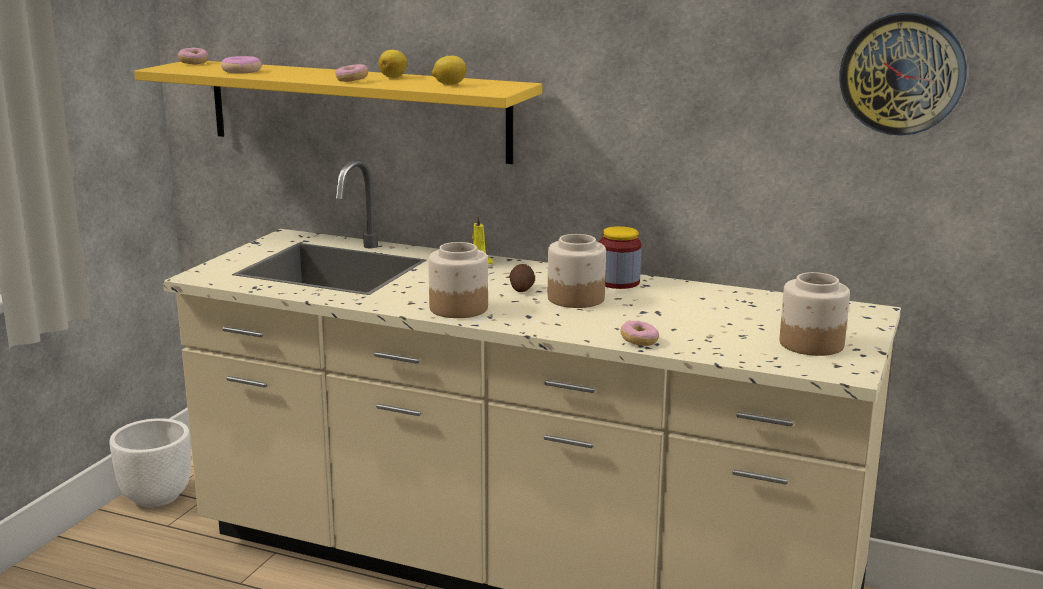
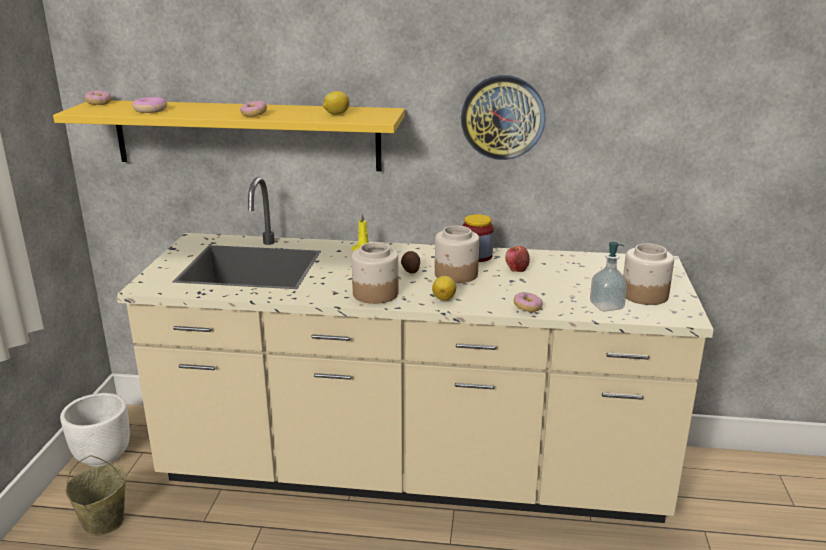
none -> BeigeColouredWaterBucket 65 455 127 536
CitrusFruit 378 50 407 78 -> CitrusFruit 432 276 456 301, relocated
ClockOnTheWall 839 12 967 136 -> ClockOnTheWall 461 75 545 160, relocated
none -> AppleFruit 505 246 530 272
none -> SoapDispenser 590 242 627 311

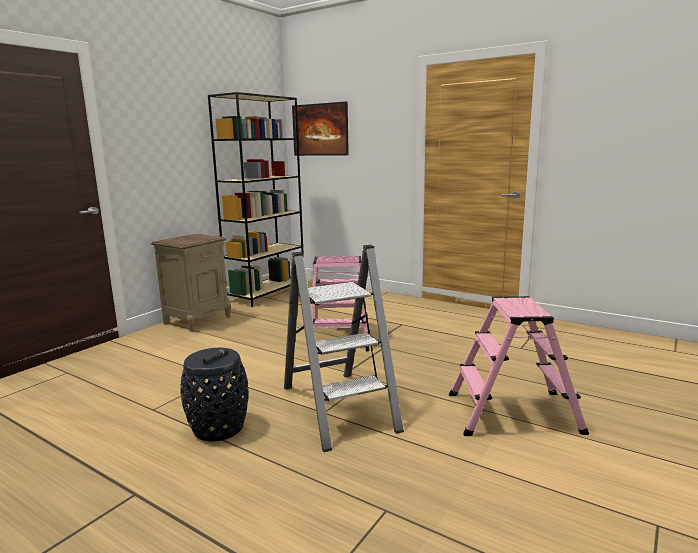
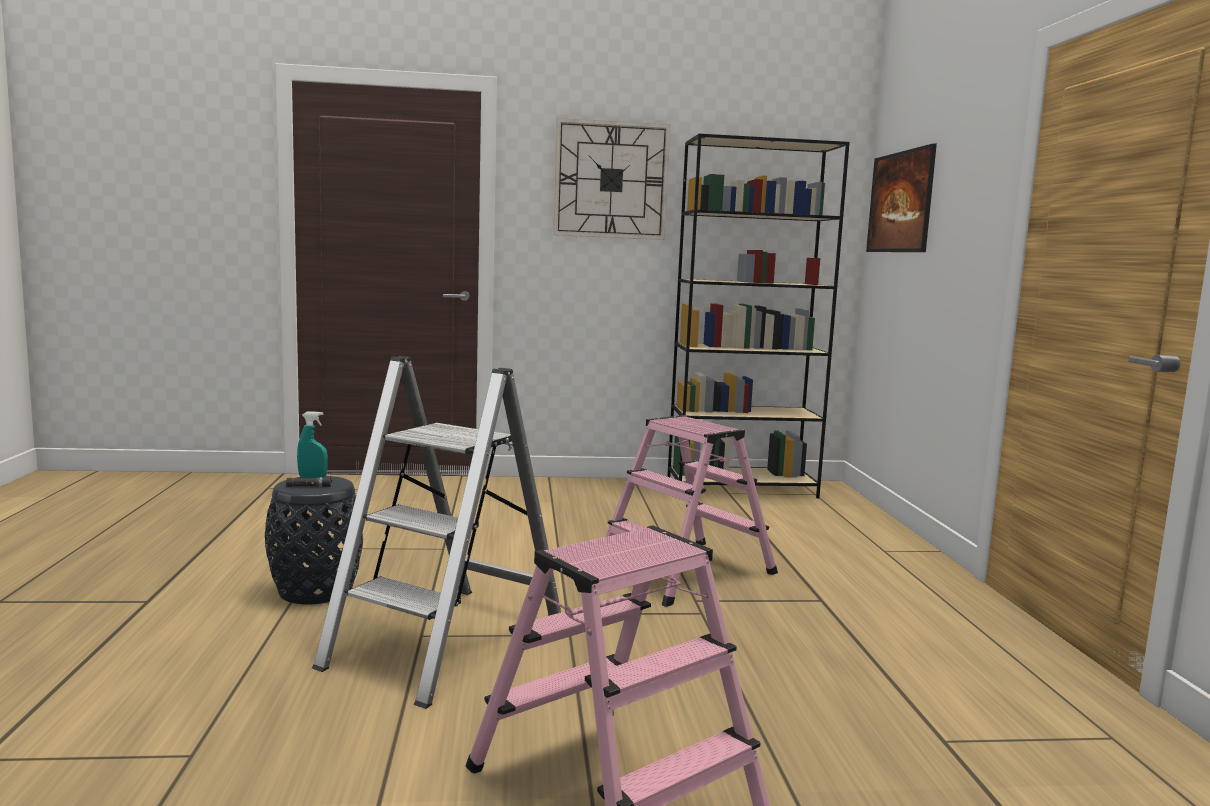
none -> TurquoiseSprayBottle 297 412 328 478
none -> ClockOnTheWall 553 118 671 240
BeigeColouredNightstand 151 233 231 332 -> none

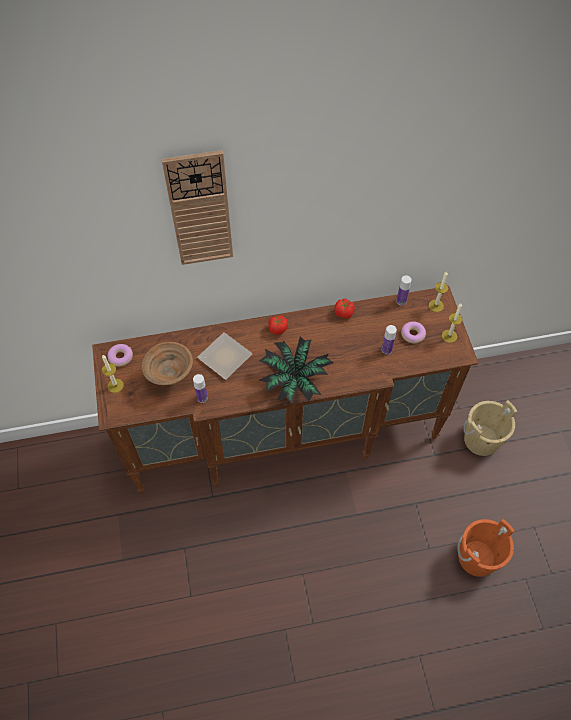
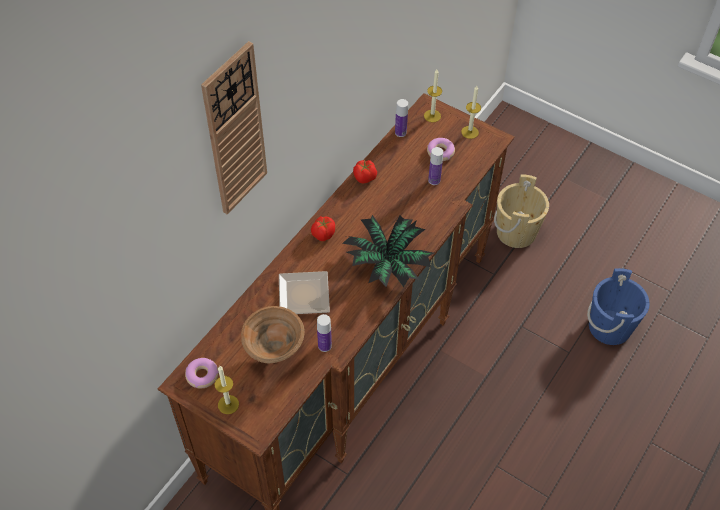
OrangeWaterBucket 458 519 515 577 -> BlueColouredWaterBucket 587 268 649 345

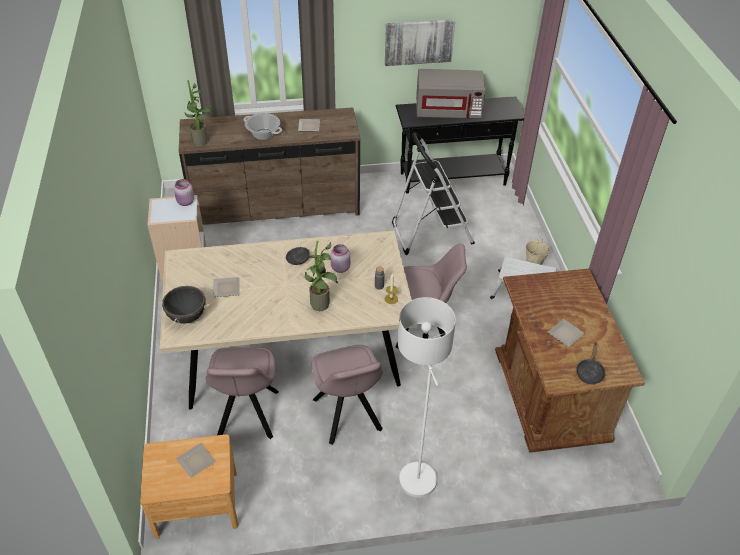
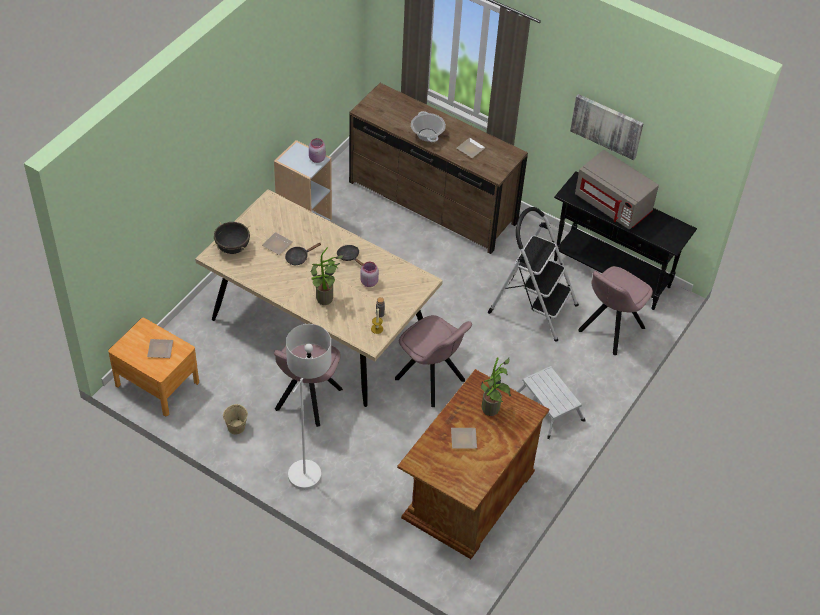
BeigeColouredWaterBucket 526 237 549 265 -> BeigeColouredWaterBucket 223 404 248 435, relocated
BlackFryingPan 576 343 605 384 -> BlackFryingPan 285 243 321 265, relocated
Houseplant 185 80 213 147 -> Houseplant 481 357 511 416, relocated
PinkColouredUprightChair 205 347 279 439 -> PinkColouredUprightChair 578 266 653 355, relocated

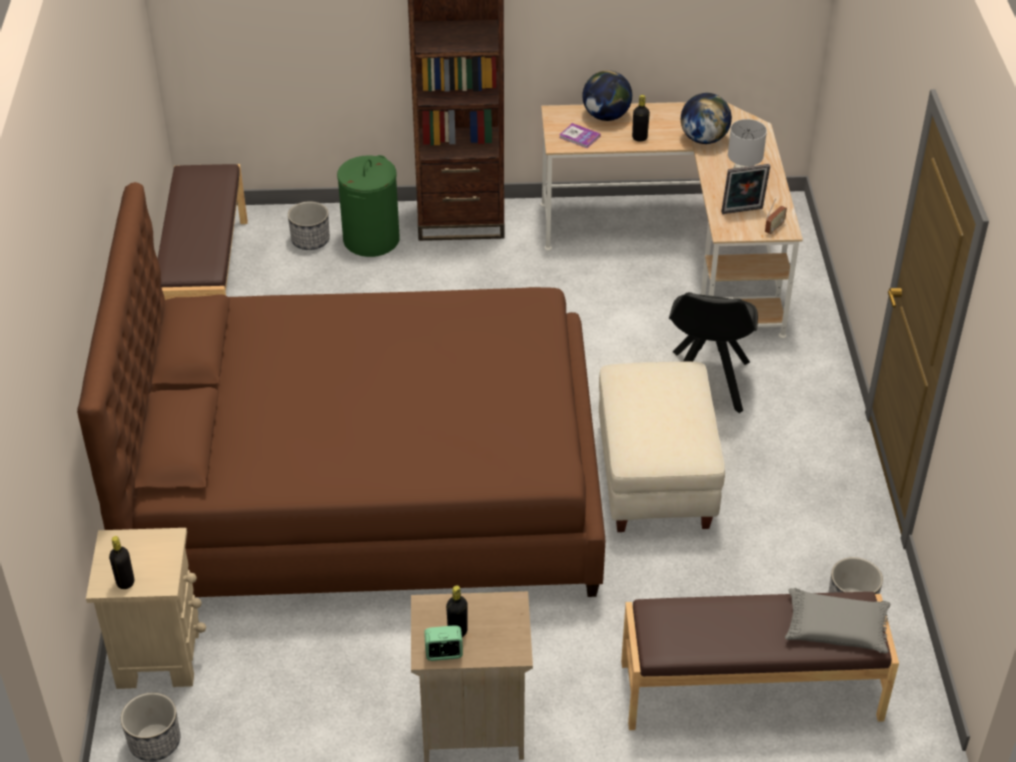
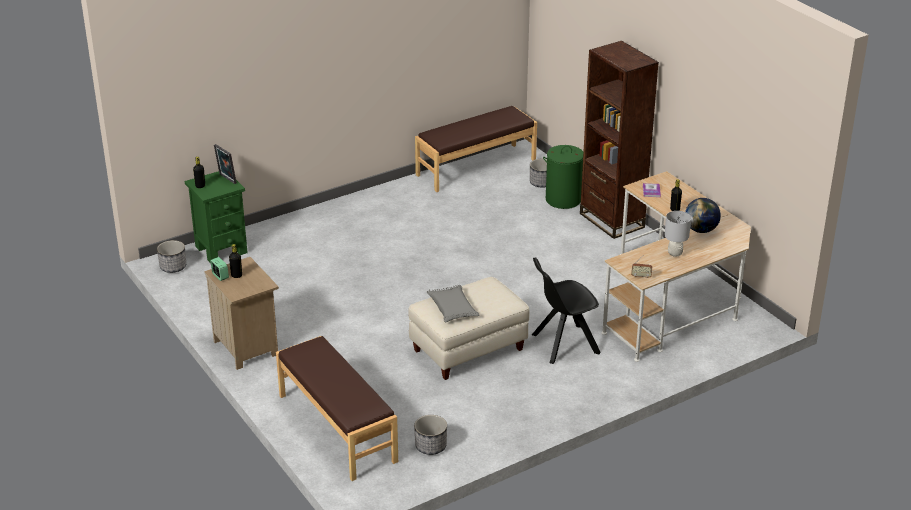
BeigeColouredNightstand 86 528 206 689 -> GreenishNightstand 184 171 248 263
PhotoFrame 721 164 770 214 -> PhotoFrame 214 144 237 184, relocated
GreyPillow 785 588 890 653 -> GreyPillow 427 285 479 323, relocated
BrownishBed 77 182 605 597 -> none
Globe 582 70 632 121 -> none

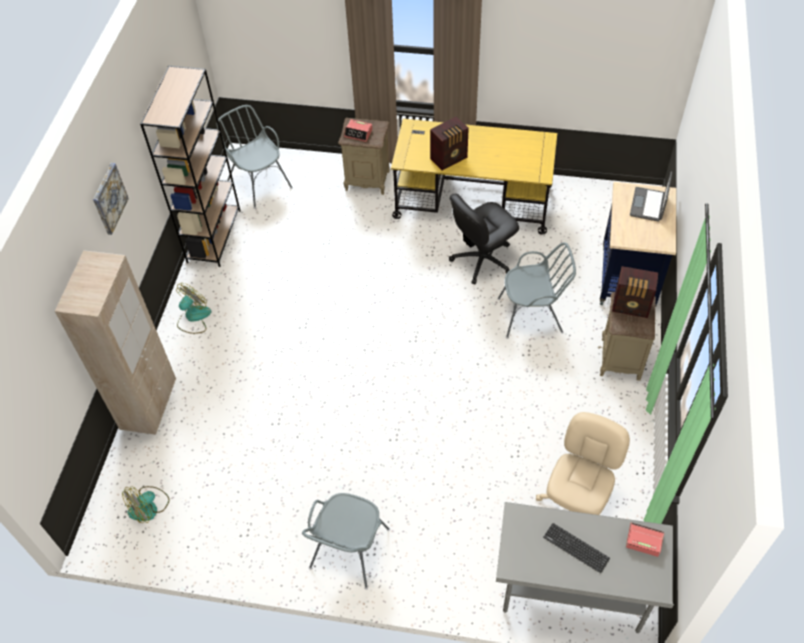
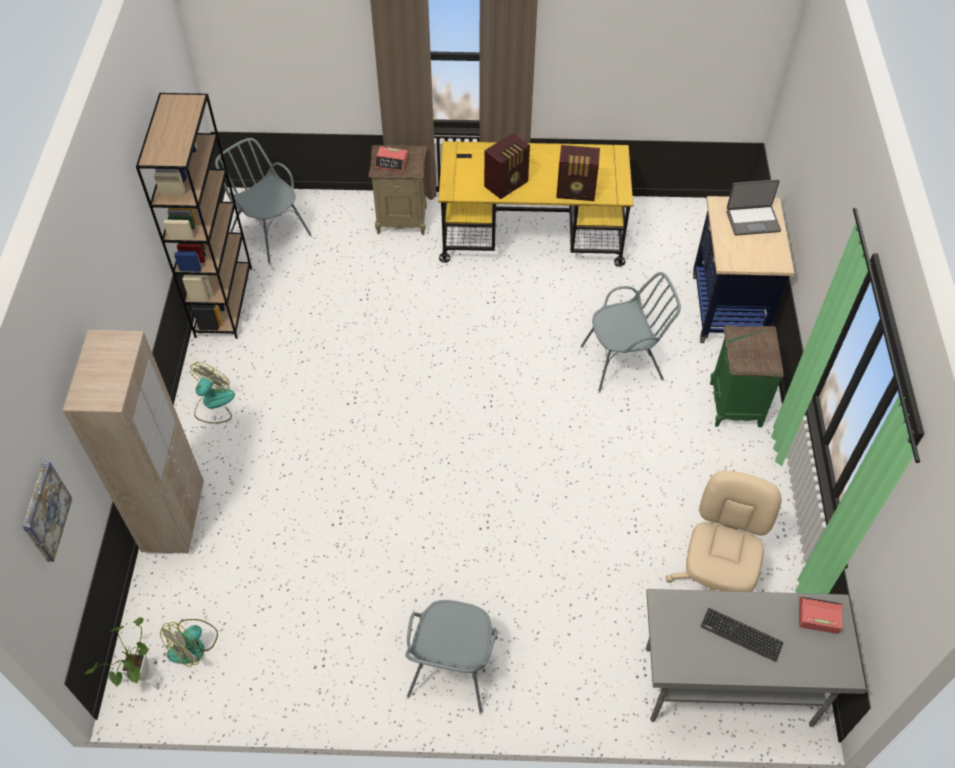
WallPicture 93 163 129 235 -> WallPicture 22 461 72 562, relocated
none -> Houseplant 85 617 149 687
RadioReceiver 612 266 659 318 -> RadioReceiver 556 145 600 201, relocated
BeigeColouredNightstand 598 292 655 381 -> GreenishNightstand 710 325 784 427
NotebookComputer 630 172 672 222 -> NotebookComputer 727 179 781 236, 105 degrees counterclockwise
BlackDeskChair 449 194 519 284 -> none

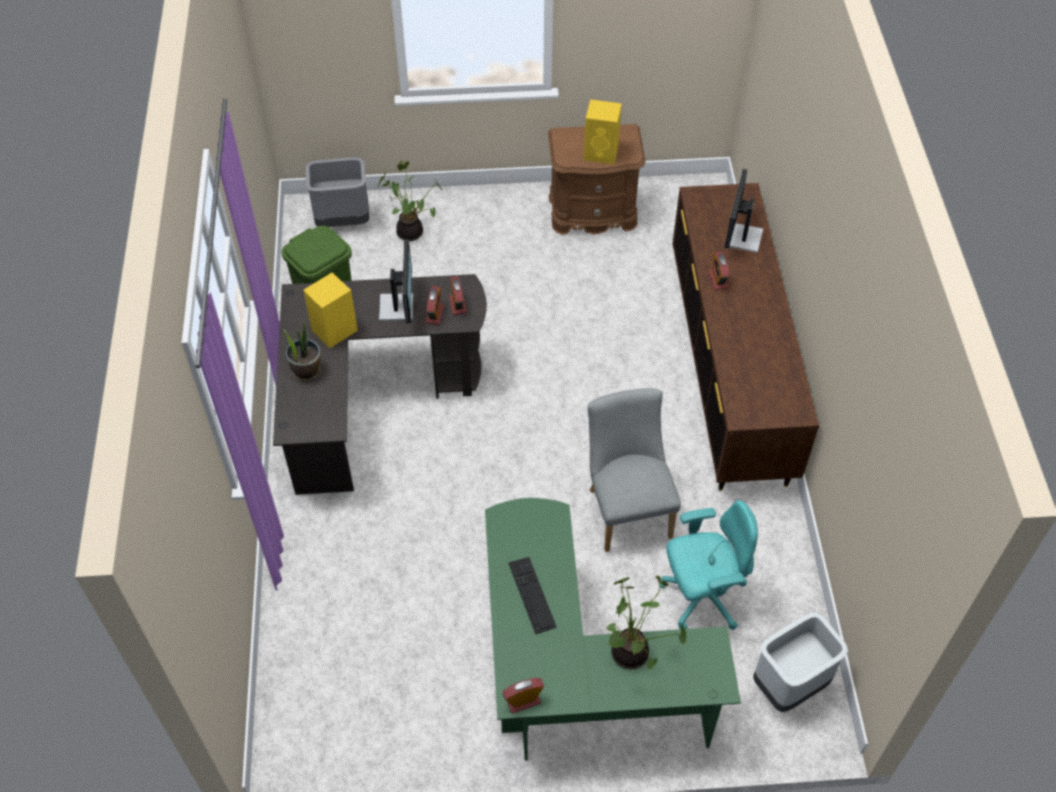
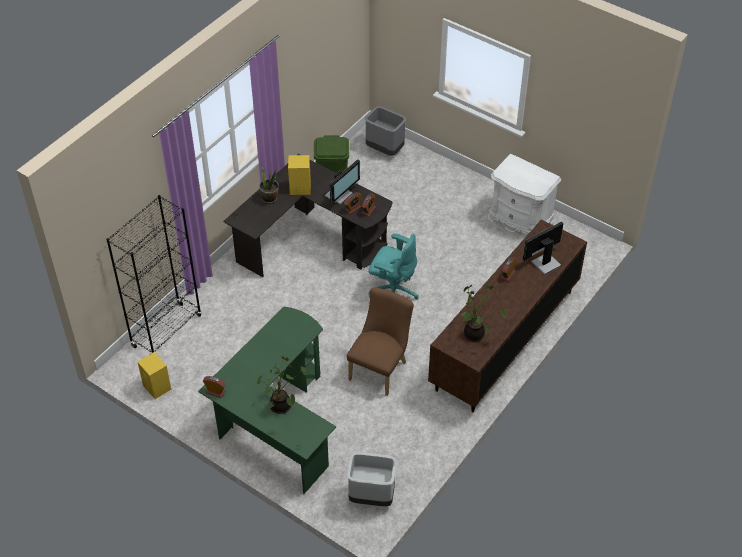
none -> BlackBookshelf 106 195 202 353
YellowSpeaker 584 99 622 164 -> YellowSpeaker 138 352 171 399, relocated
GreyUprightChair 588 388 681 552 -> BrownishUprightChair 347 288 414 396
TurquoiseDeskChair 660 500 758 630 -> TurquoiseDeskChair 368 233 419 299, relocated
Houseplant 377 161 442 241 -> Houseplant 461 283 505 341, relocated
BrownishNightstand 548 124 646 234 -> WhiteNightstand 488 154 561 236
PcKeyboard 508 557 557 634 -> none

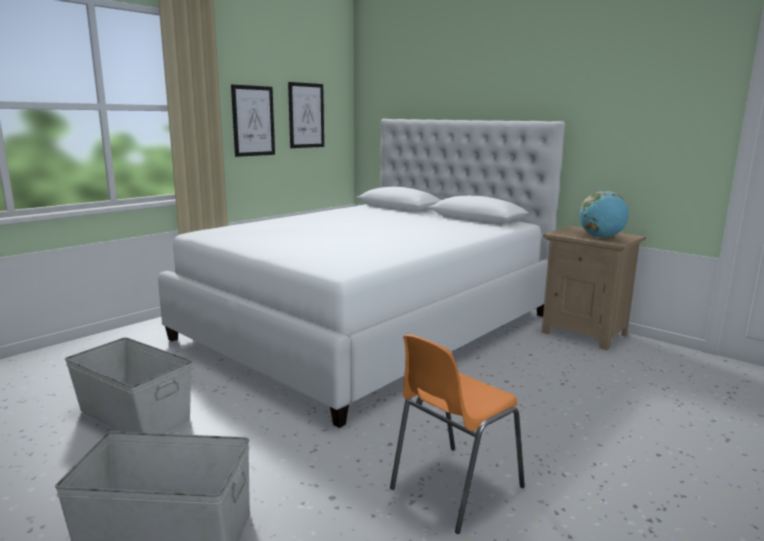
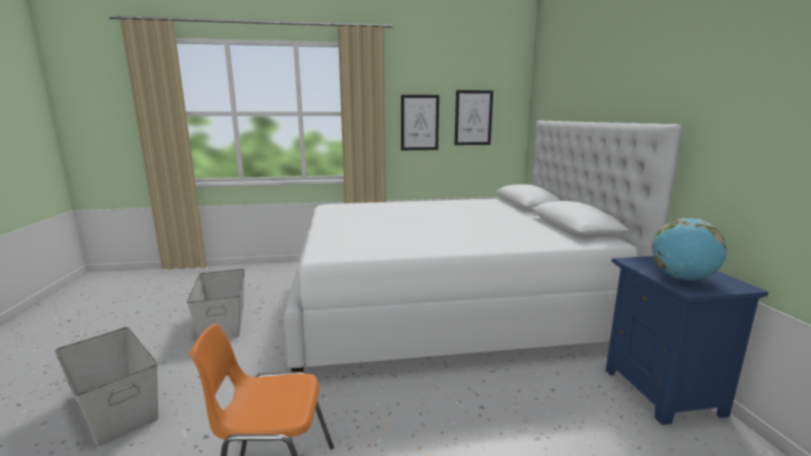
BeigeColouredNightstand 542 226 646 350 -> BlueColouredNightstand 606 256 769 425

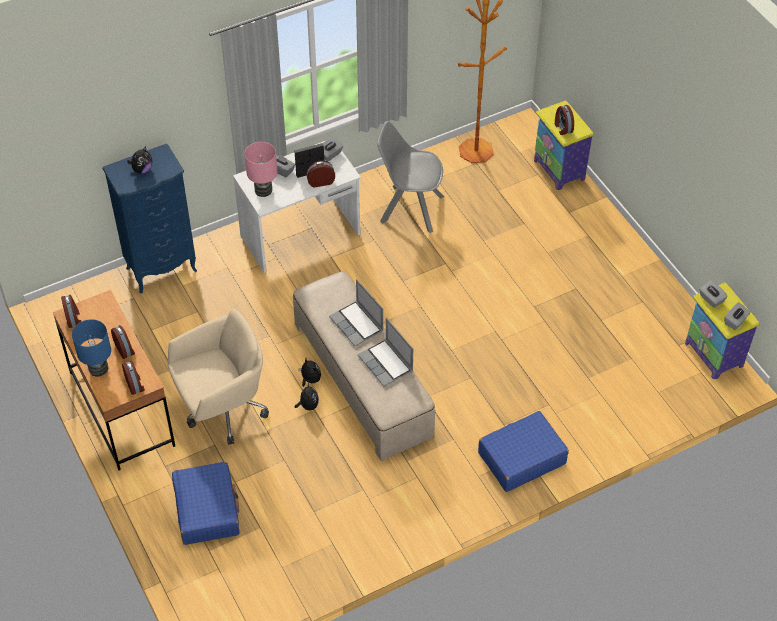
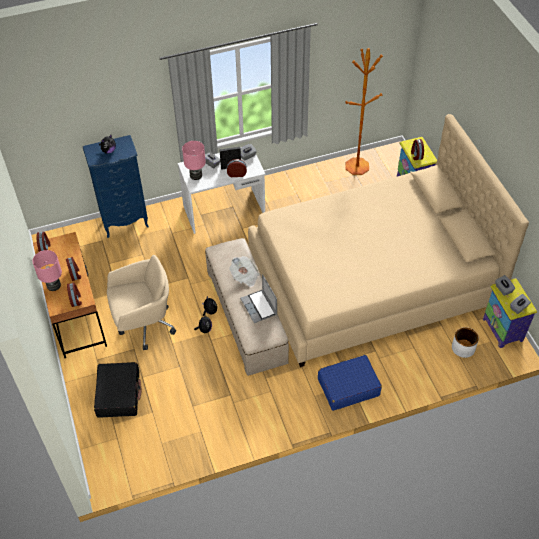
BlueColouredTabletopLamp 72 319 111 377 -> PinkColouredTabletopLamp 32 250 62 291
BlueColouredTravelCase 172 462 239 545 -> BlackTravelCase 94 362 141 418
NotebookComputer 329 279 384 346 -> PrintedPaper 229 256 260 288
none -> BeigeColouredBed 248 114 529 367
none -> WhitePlanter 452 327 479 358
GreyUprightChair 377 121 444 233 -> none

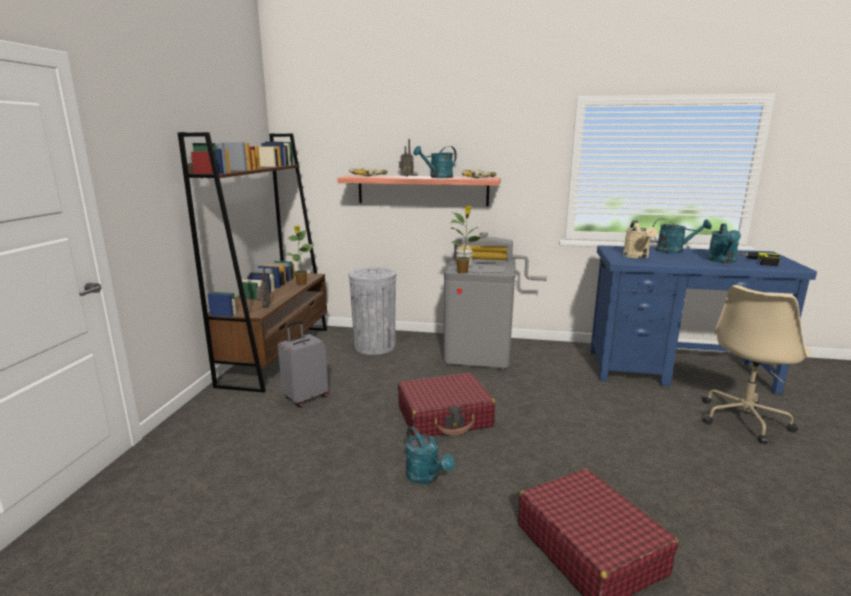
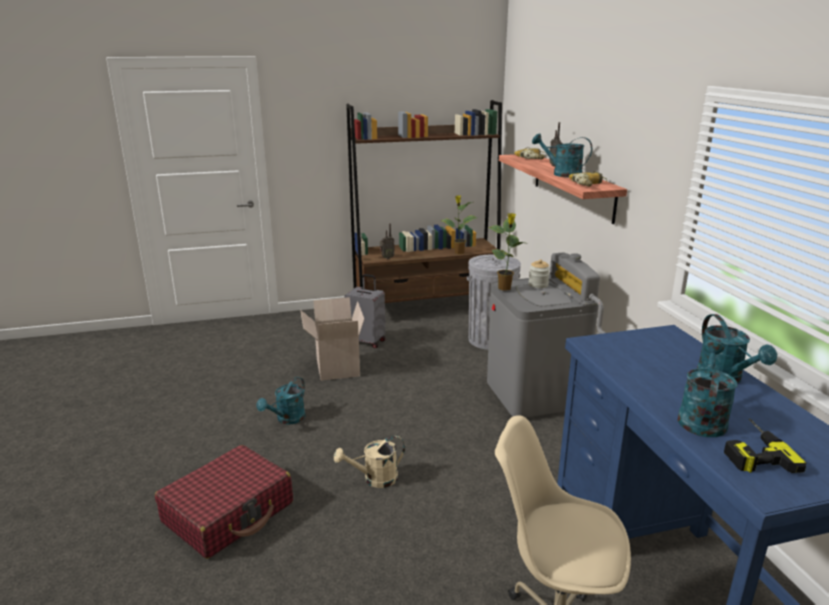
none -> Carton 300 297 364 381
BeigeColouredWateringPot 623 221 657 259 -> BeigeColouredWateringPot 334 436 405 488, relocated
TurquoiseWateringPot 707 224 741 263 -> TurquoiseWateringPot 677 340 737 437, 120 degrees clockwise
ReddishTravelCase 398 373 495 436 -> none

